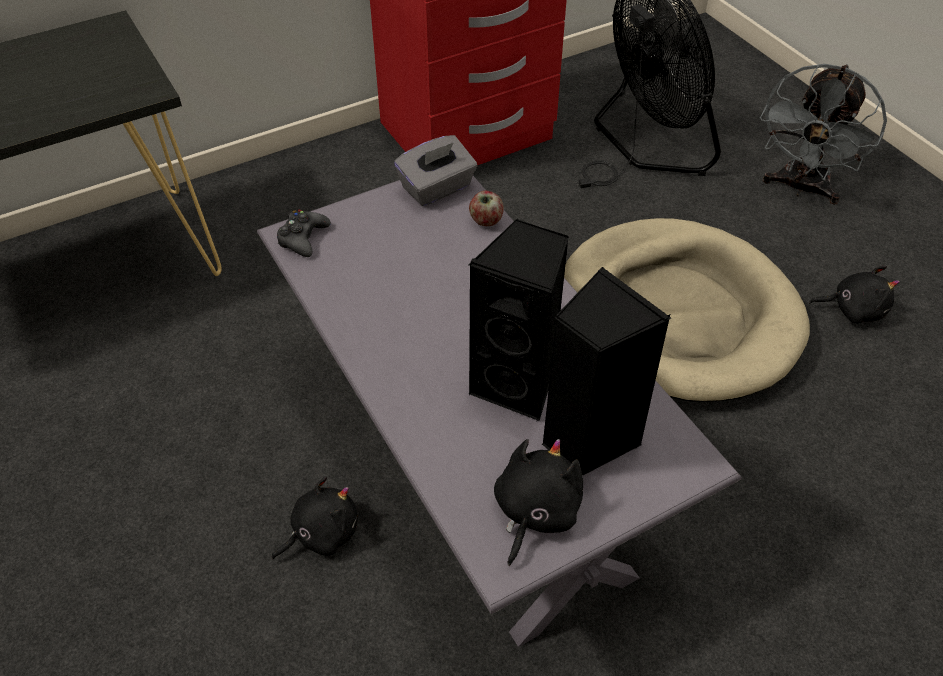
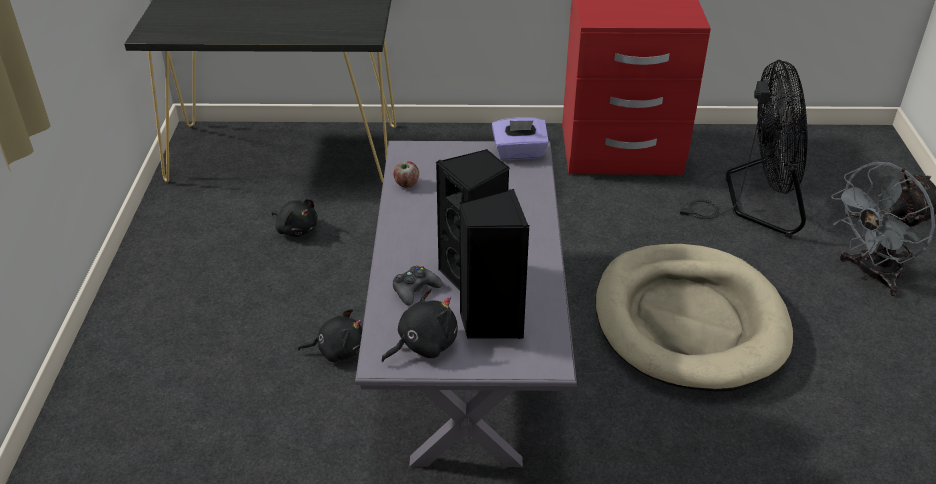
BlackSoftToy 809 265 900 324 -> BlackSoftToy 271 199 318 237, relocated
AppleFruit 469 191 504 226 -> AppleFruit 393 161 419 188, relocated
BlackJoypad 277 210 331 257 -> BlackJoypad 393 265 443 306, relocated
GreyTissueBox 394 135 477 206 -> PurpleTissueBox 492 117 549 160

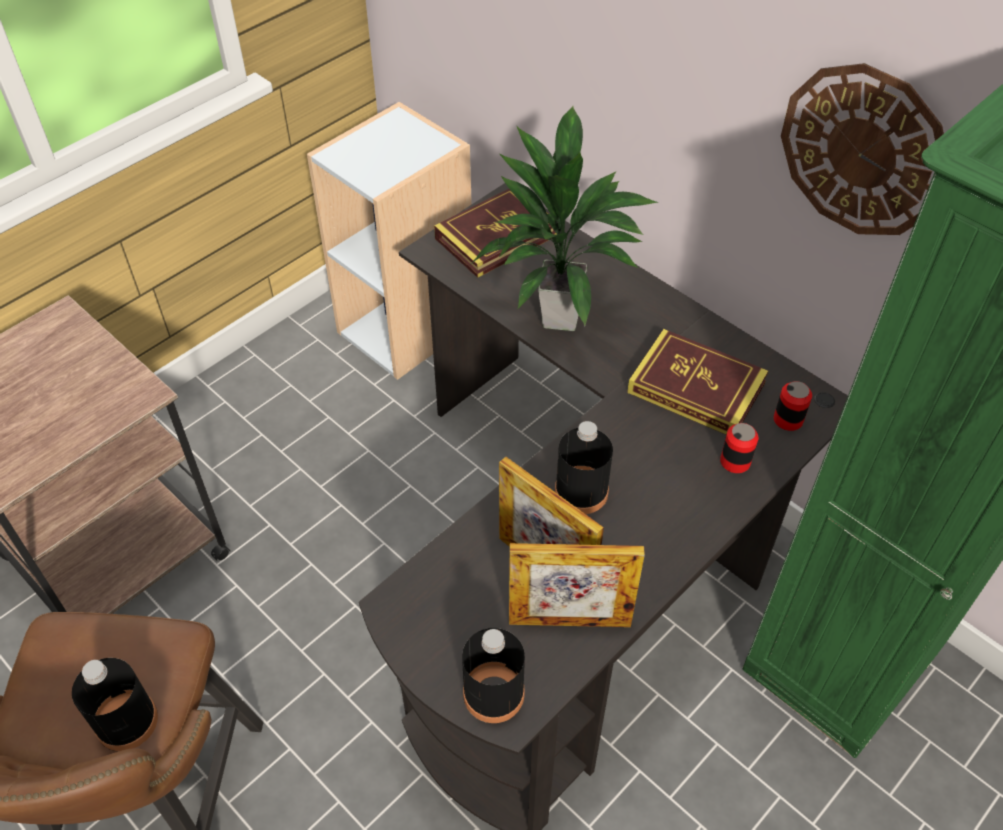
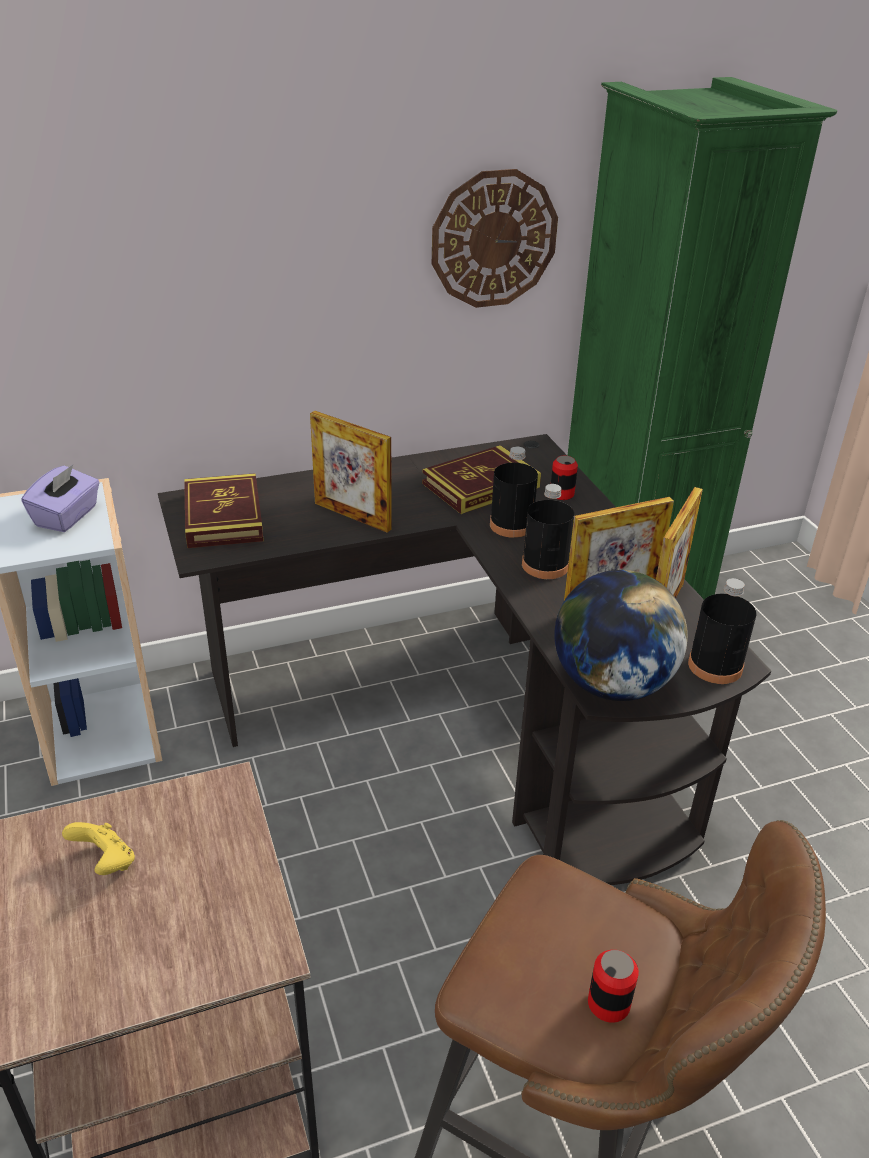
none -> PurpleTissueBox 21 465 100 532
none -> YellowJoypad 62 822 135 875
Houseplant 470 106 659 331 -> PhotoFrame 310 411 392 532
BlackBottle 72 658 158 751 -> BlackBottle 490 446 538 538, relocated
none -> Globe 554 570 688 701
SealedCan 774 381 812 431 -> SealedCan 588 950 639 1023, relocated

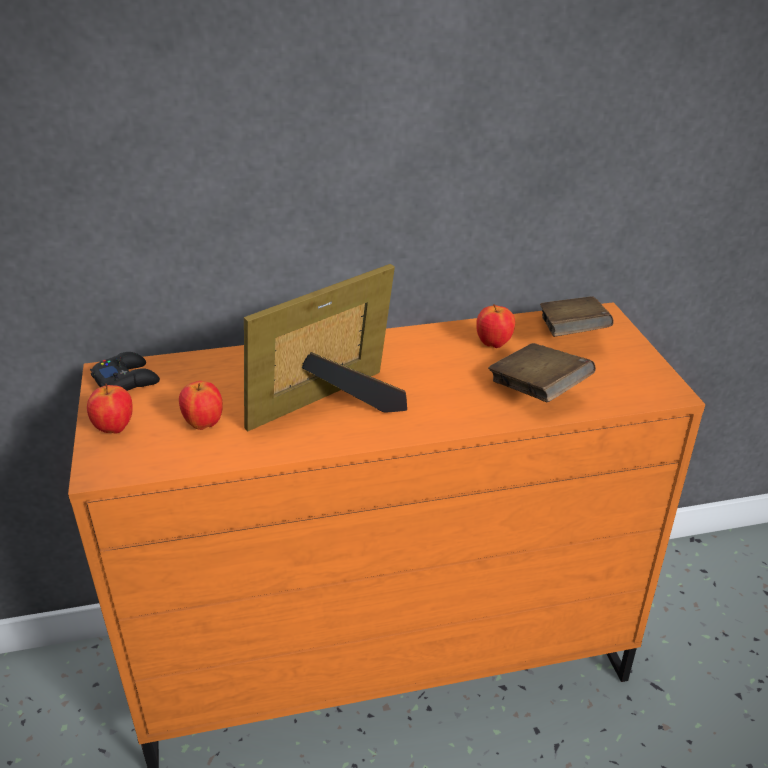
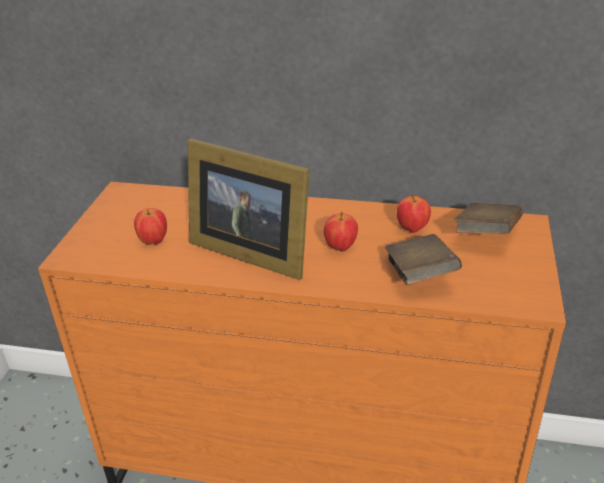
PhotoFrame 244 264 407 432 -> PhotoFrame 188 139 310 280, 135 degrees counterclockwise
AppleFruit 87 384 133 434 -> AppleFruit 324 212 358 252, relocated
BlackJoypad 90 352 160 391 -> none

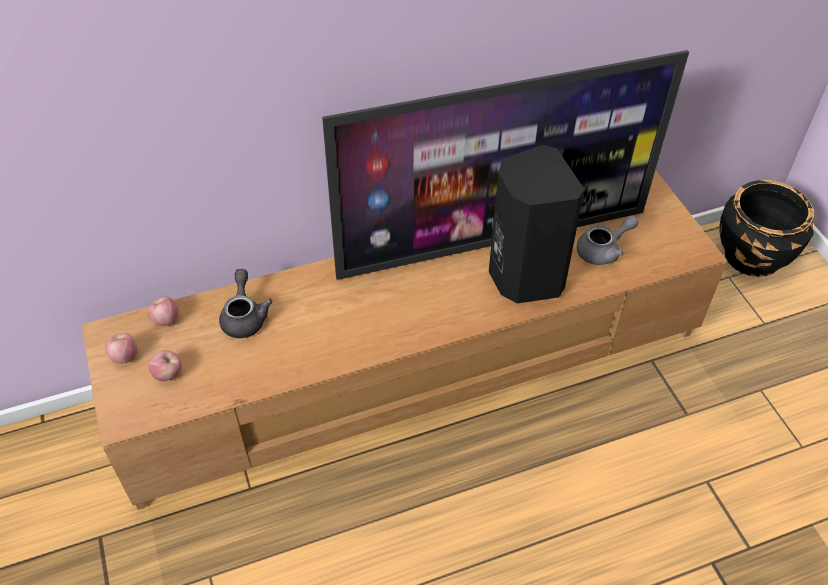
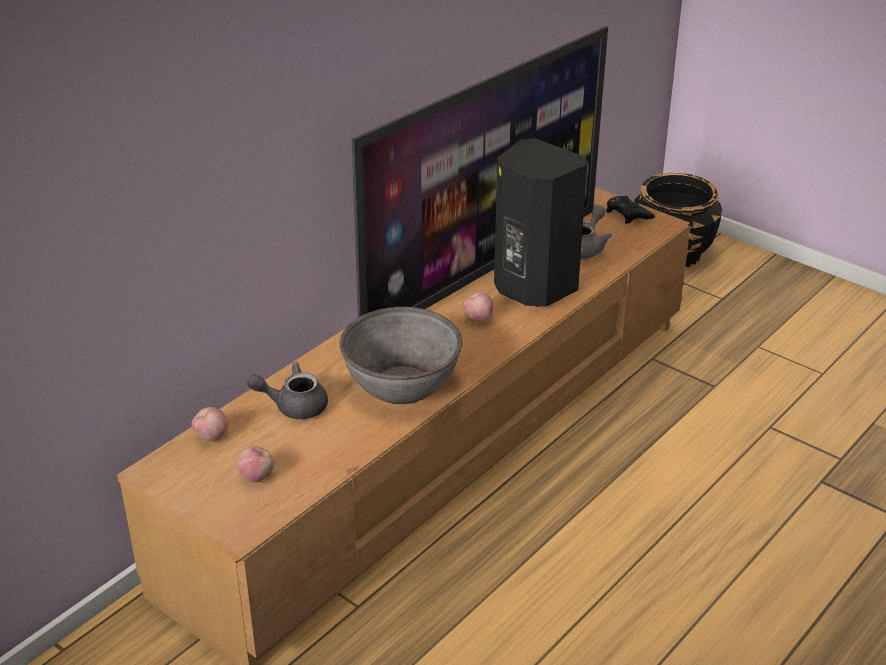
GreyTeaPot 219 269 273 338 -> GreyTeaPot 247 362 328 419, 60 degrees counterclockwise
none -> GreyBowl 340 307 462 404
AppleFruit 105 333 137 364 -> AppleFruit 463 292 494 322, relocated
none -> BlackJoypad 606 196 655 224

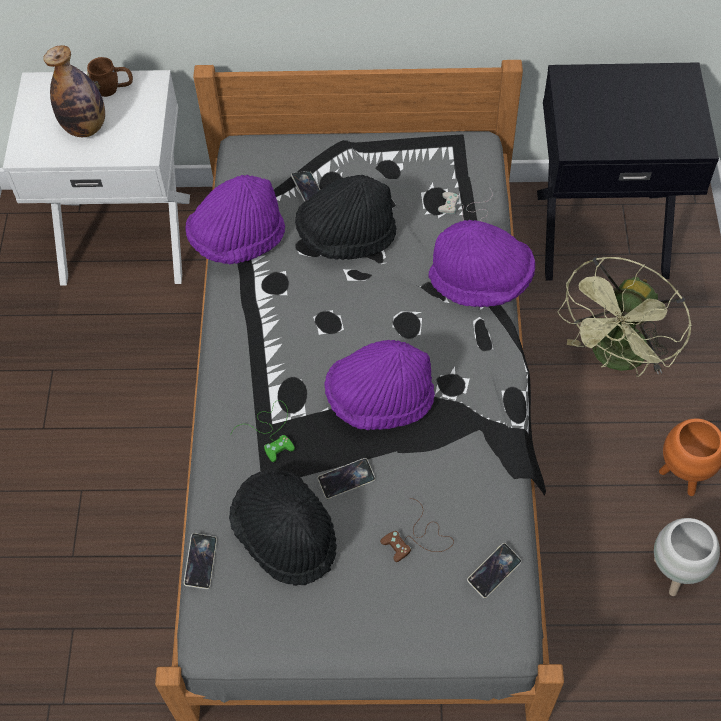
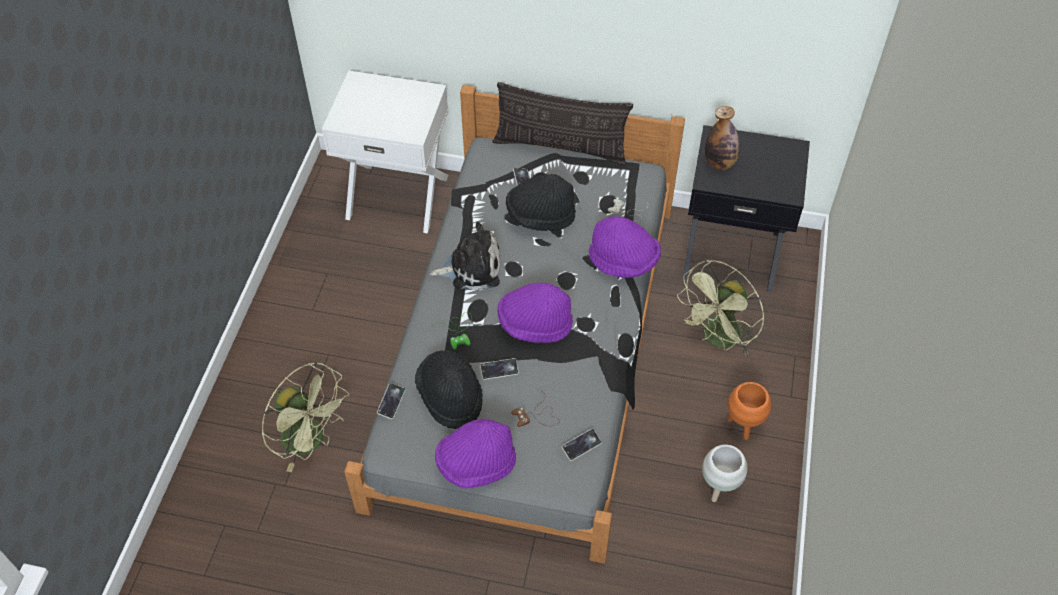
none -> GreenishElectricFan 262 362 349 472
none -> SoftToy 430 222 500 291
PurpleWearableHat 185 175 285 264 -> PurpleWearableHat 435 419 516 488, relocated
none -> Pillow 493 82 633 166
Bottle 43 45 105 137 -> Bottle 705 106 740 170, relocated
BrownishCoffeeMug 87 57 133 97 -> none

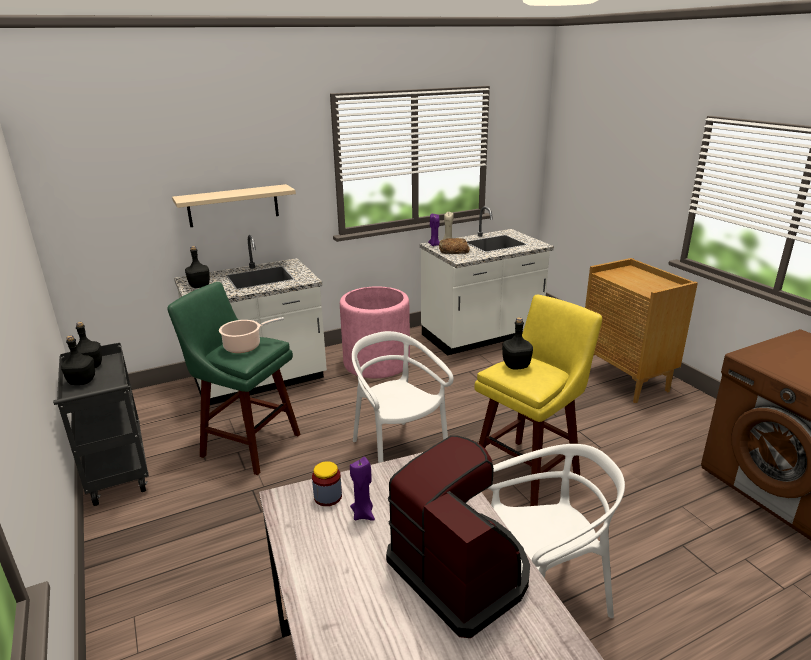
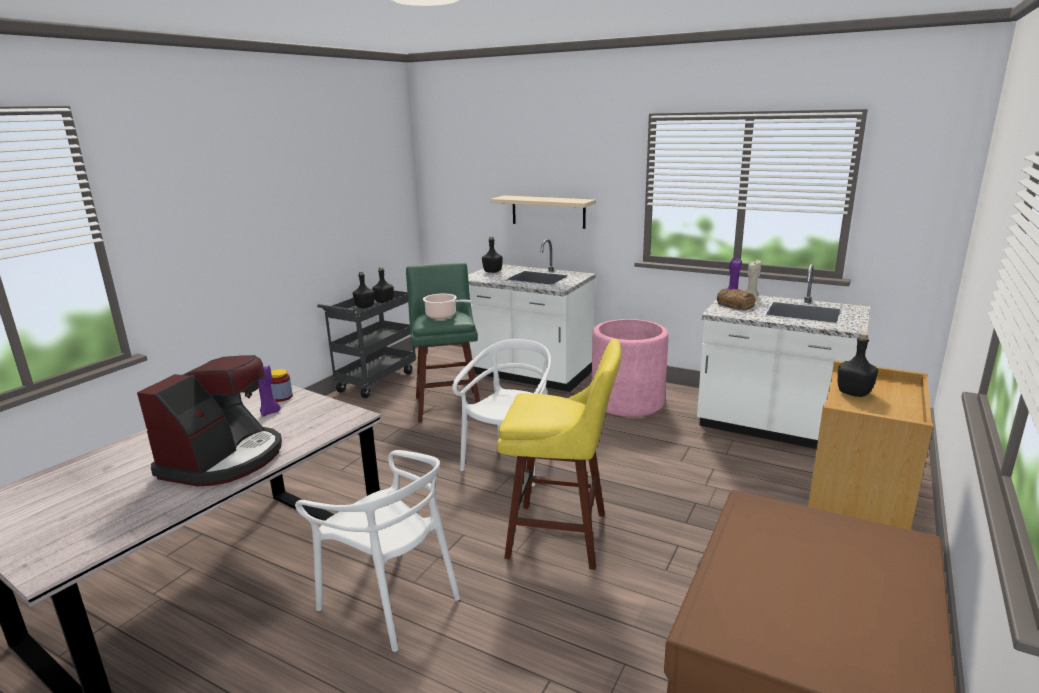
BlackBottle 502 318 533 369 -> BlackBottle 838 334 878 397, relocated

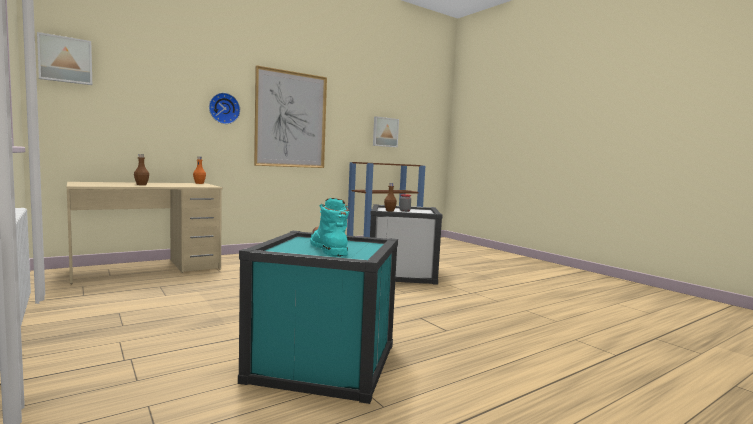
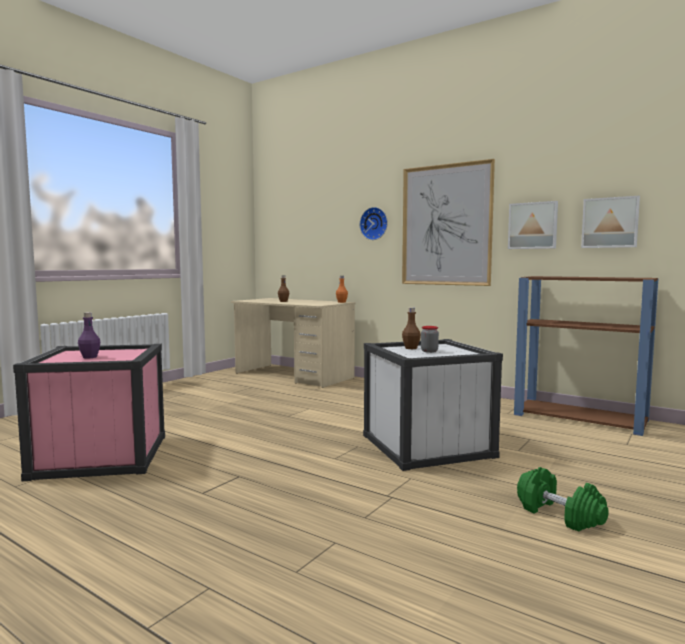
TurquoiseStorageBox 238 231 398 404 -> PinkColouredStorageBox 13 344 165 481
TurquoiseTallBoot 310 198 350 257 -> PurpleBottle 78 312 100 359
WallPicture 37 32 92 85 -> WallPicture 508 201 558 249, relocated
none -> GreenishFreeWeight 517 467 609 532

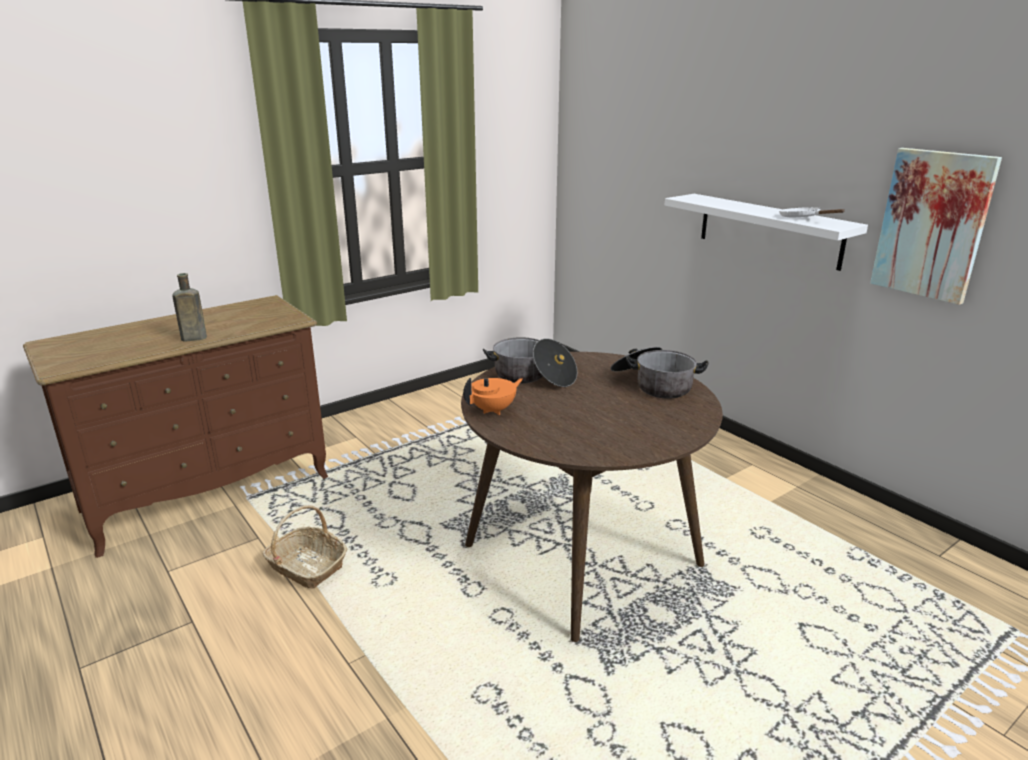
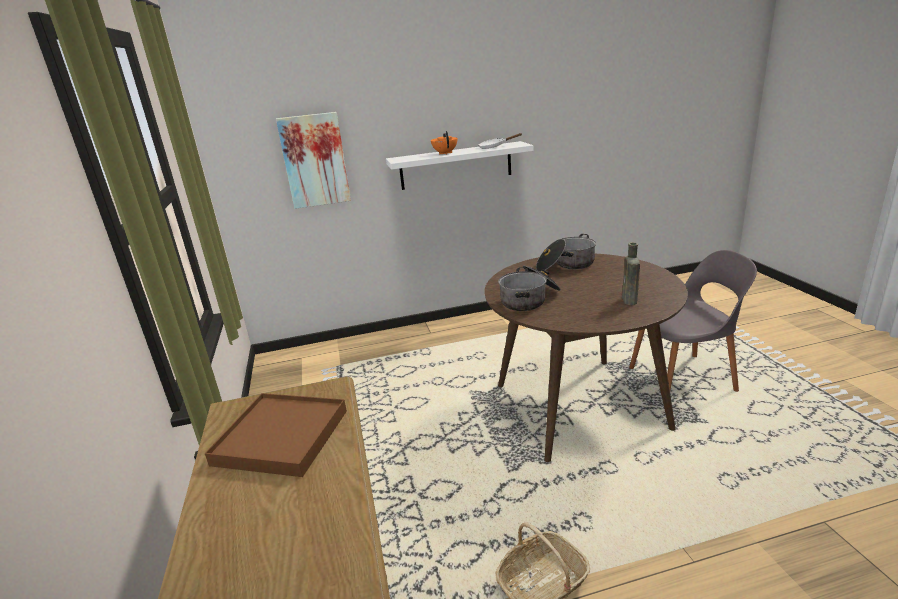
none -> BrownishCarryingTray 205 393 347 477
WallPicture 870 148 1002 305 -> WallPicture 276 112 351 209, relocated
OrangeTeaPot 463 378 523 415 -> OrangeTeaPot 431 131 457 155, relocated
BrownishBottle 172 273 207 342 -> BrownishBottle 622 242 640 305, relocated
none -> GreyUprightChair 629 250 757 392

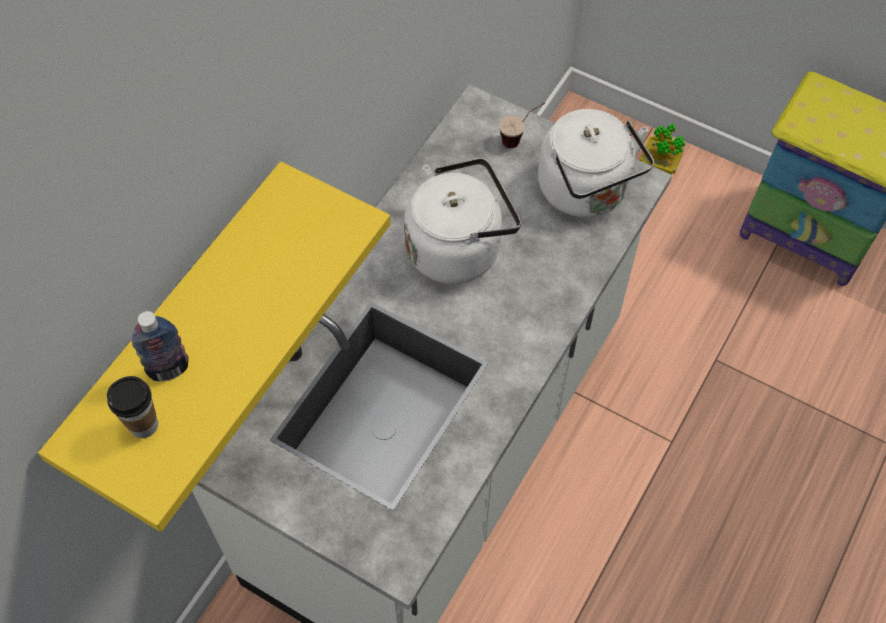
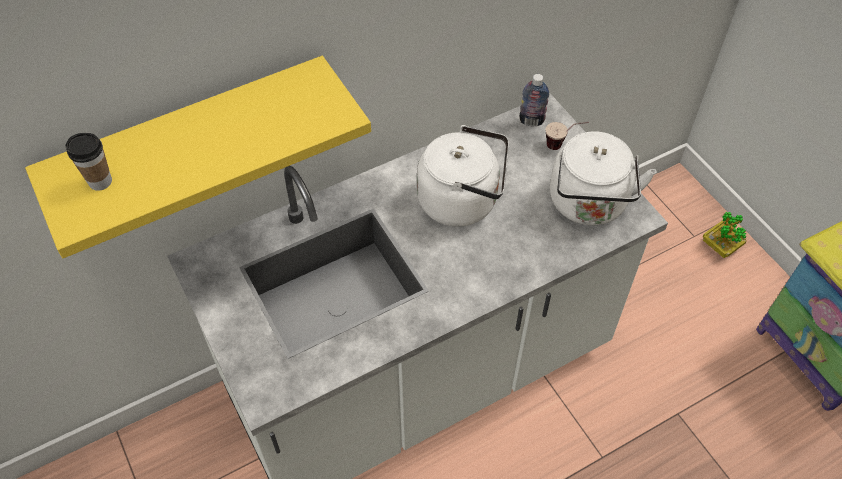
Bottle 132 311 189 381 -> Bottle 519 74 549 126, relocated

